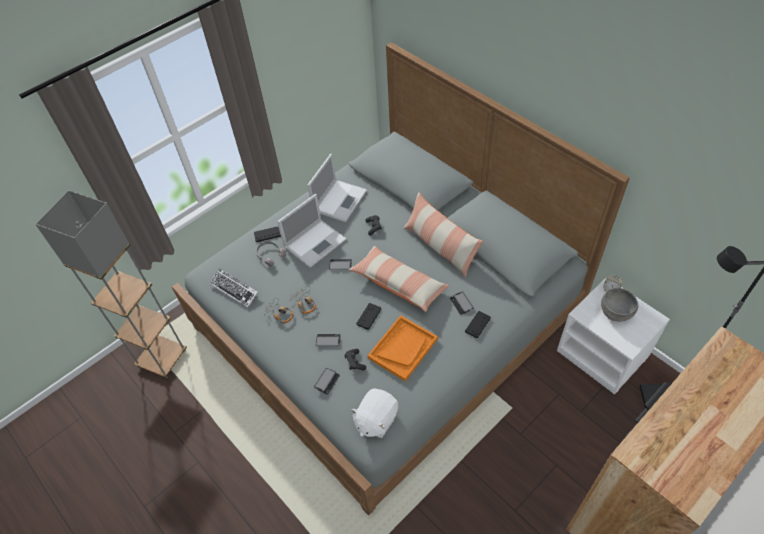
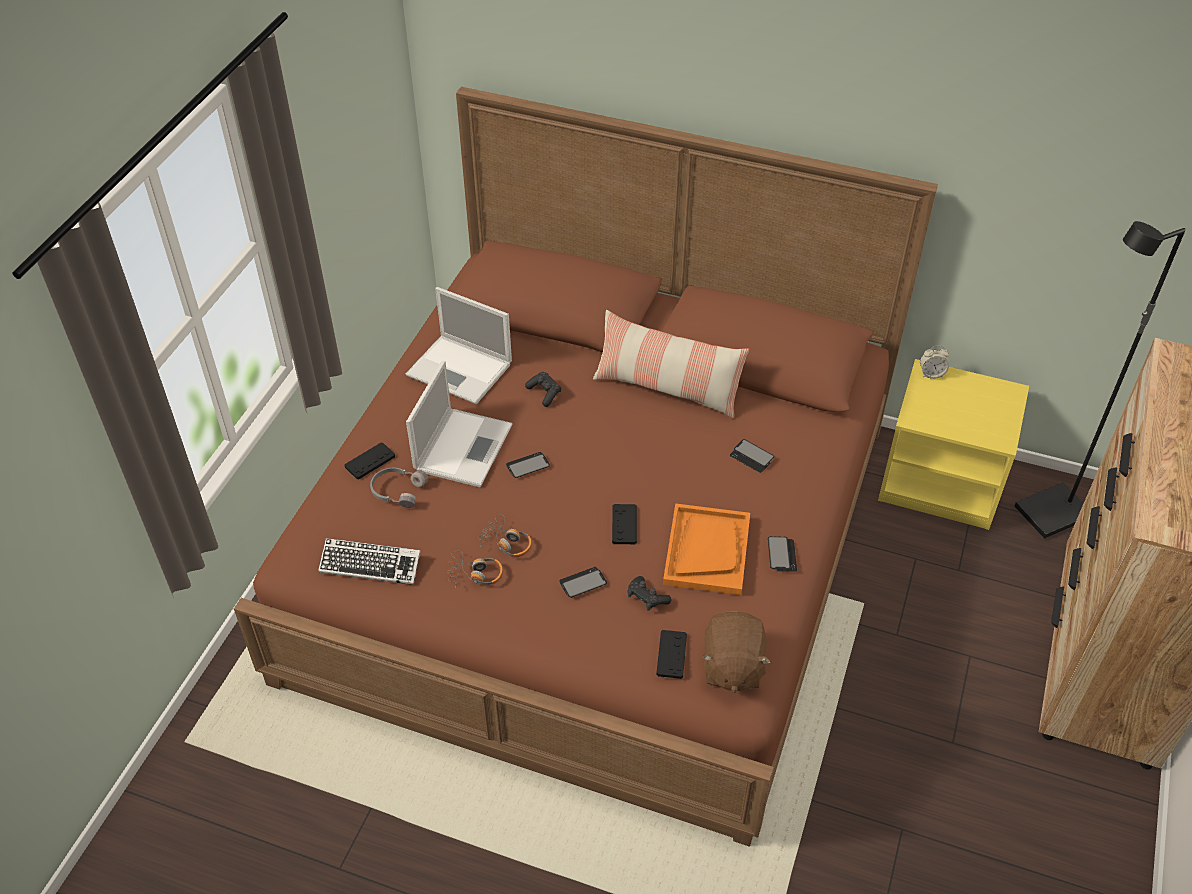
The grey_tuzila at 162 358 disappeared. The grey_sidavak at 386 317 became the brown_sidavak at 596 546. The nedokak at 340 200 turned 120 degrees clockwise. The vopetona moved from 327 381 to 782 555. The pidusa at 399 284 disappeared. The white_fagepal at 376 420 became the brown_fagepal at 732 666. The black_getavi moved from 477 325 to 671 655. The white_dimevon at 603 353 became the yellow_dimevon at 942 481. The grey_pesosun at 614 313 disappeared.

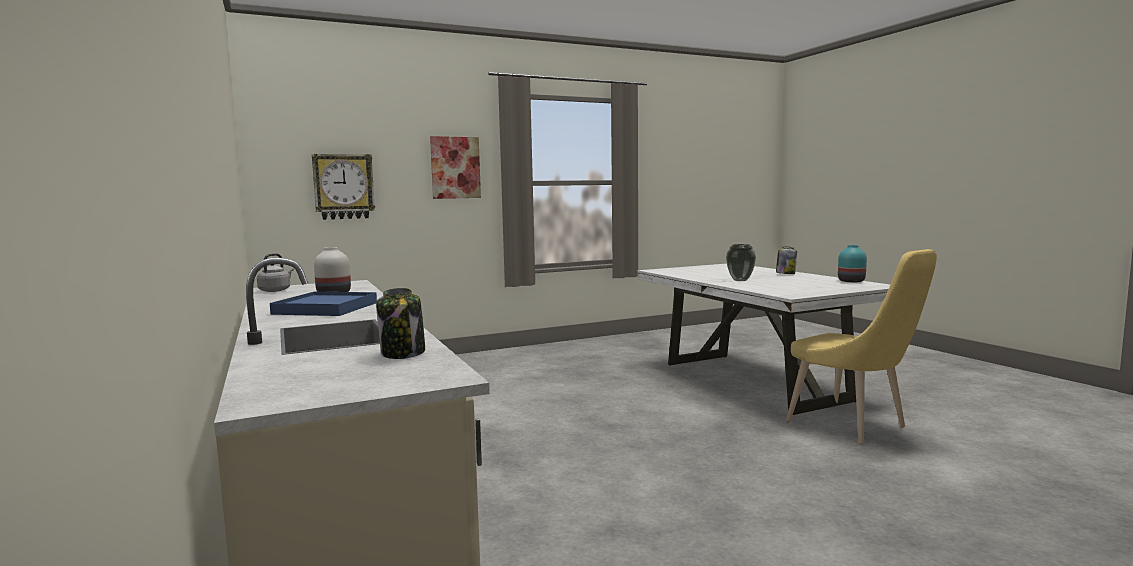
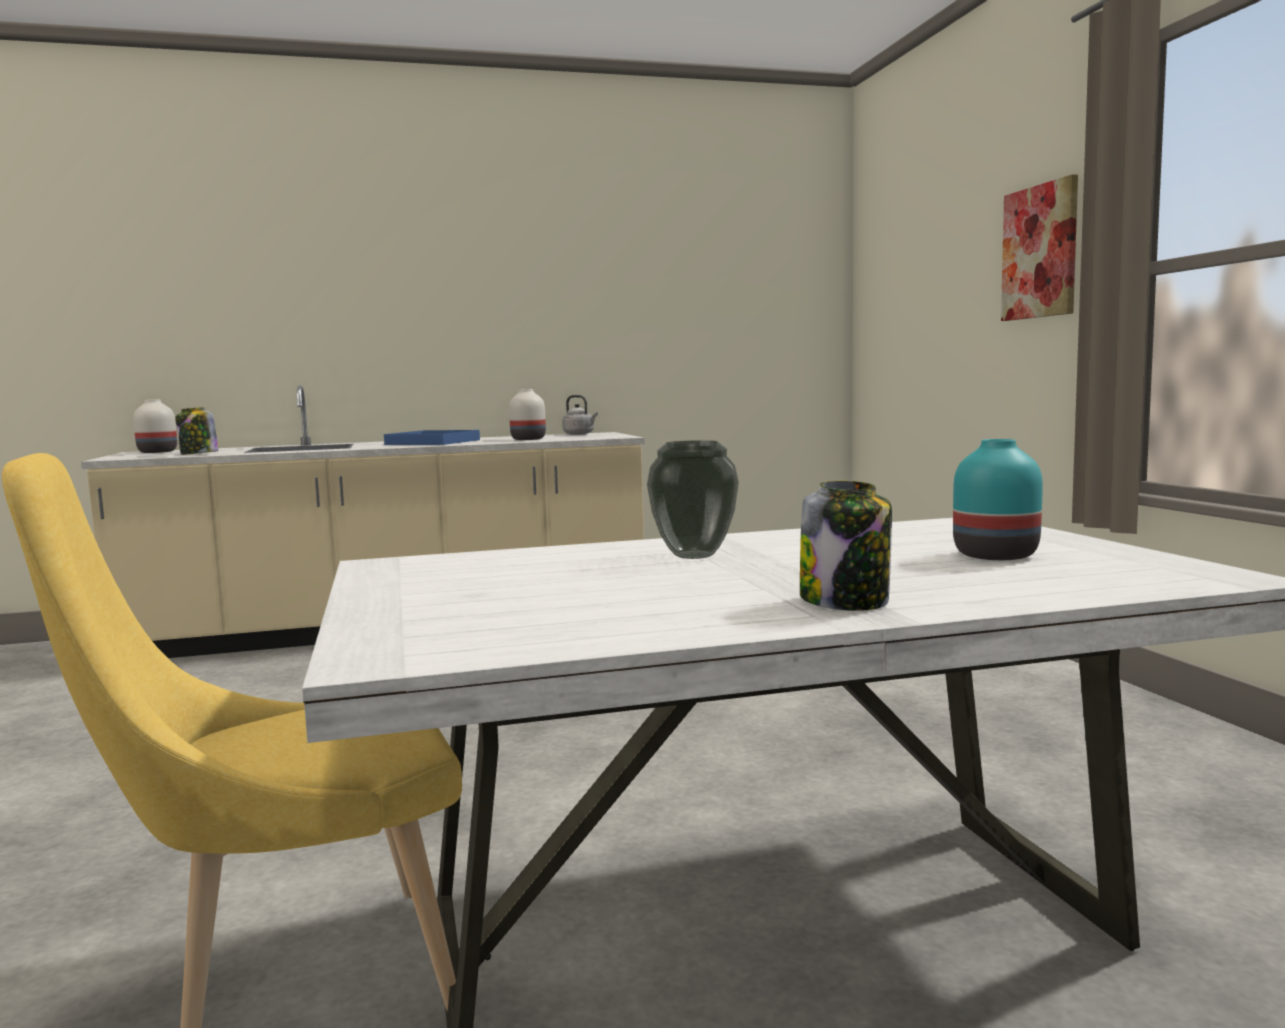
The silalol at 343 186 disappeared. The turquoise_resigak moved from 851 281 to 993 555. The white_resigak at 157 452 appeared.

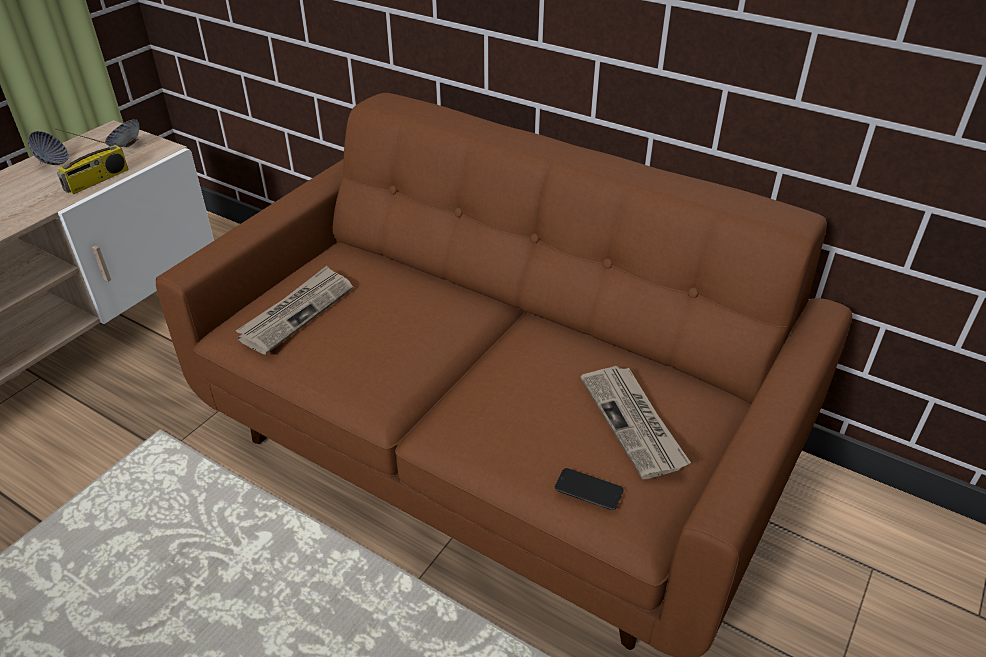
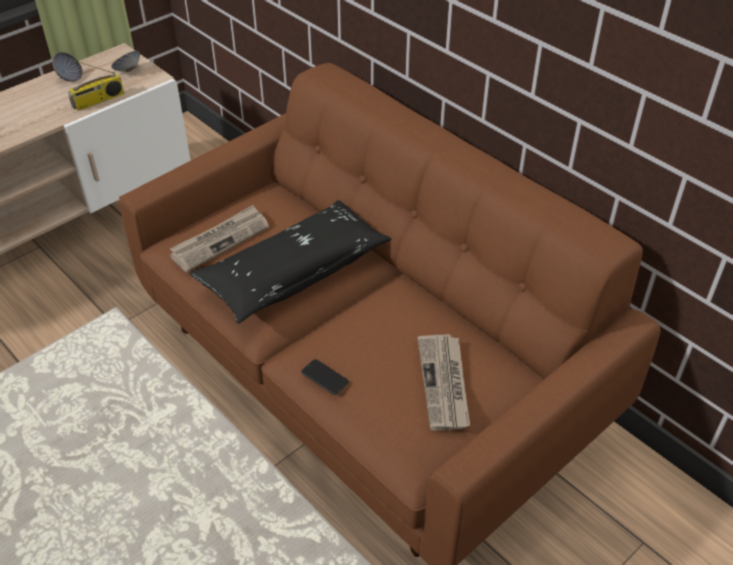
The vopetona moved from 588 489 to 325 377. The black_pidusa at 294 272 appeared.

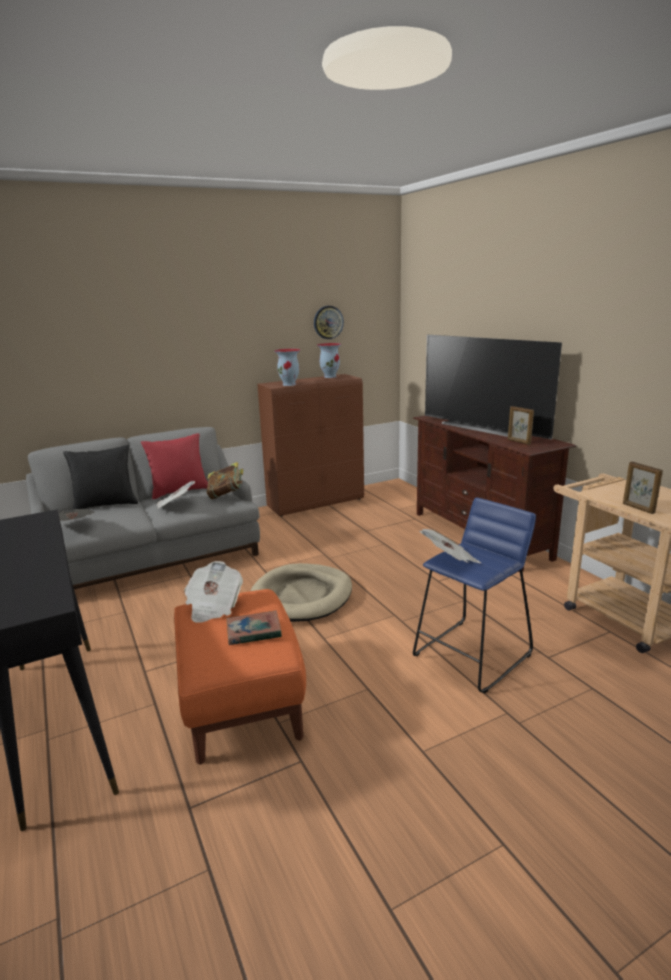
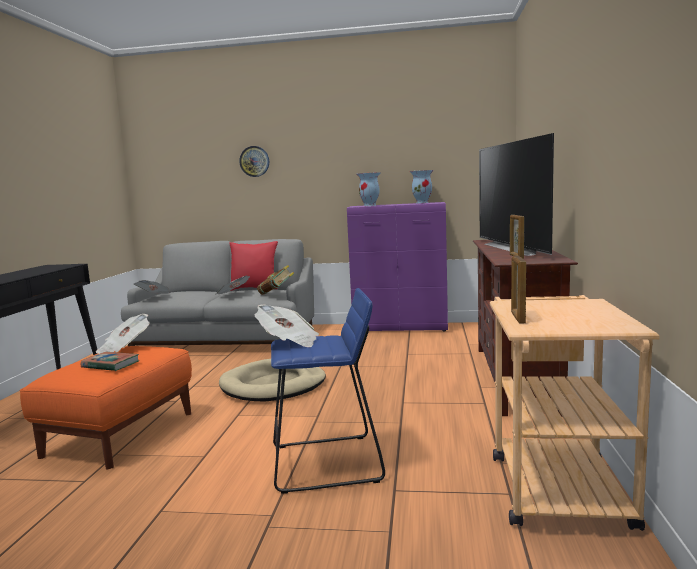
The black_pidusa at 106 505 disappeared. The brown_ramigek at 316 503 became the purple_ramigek at 401 328. The silalol moved from 328 322 to 254 161.

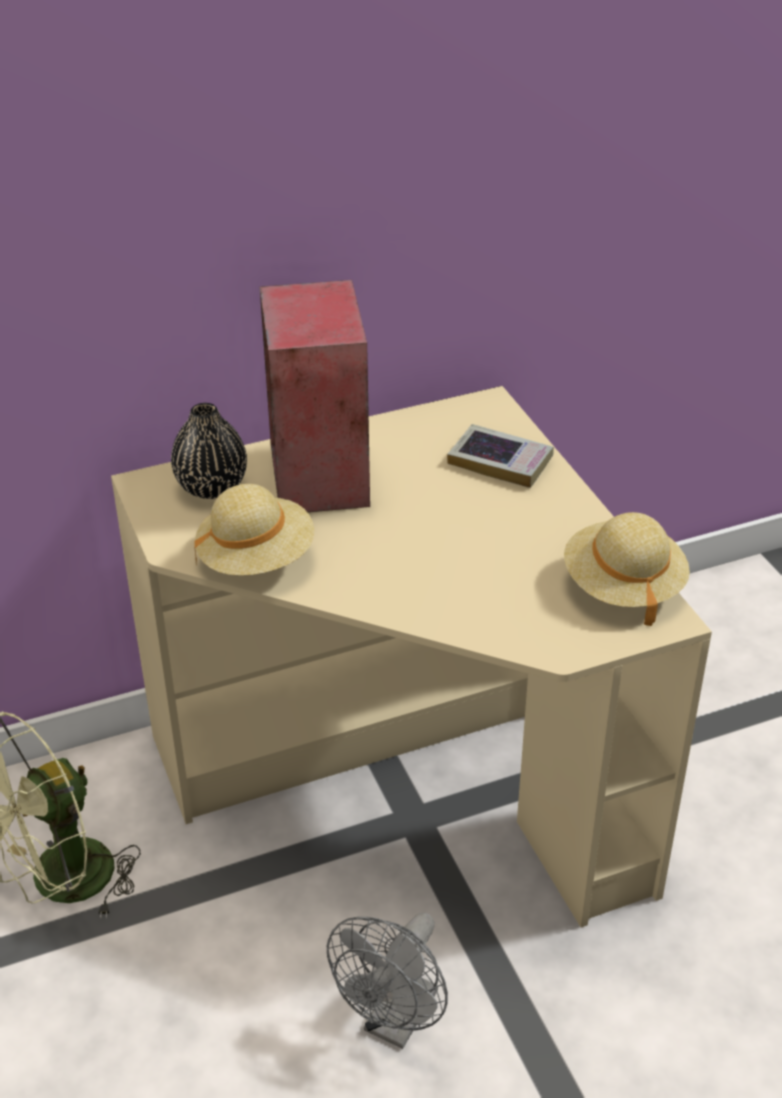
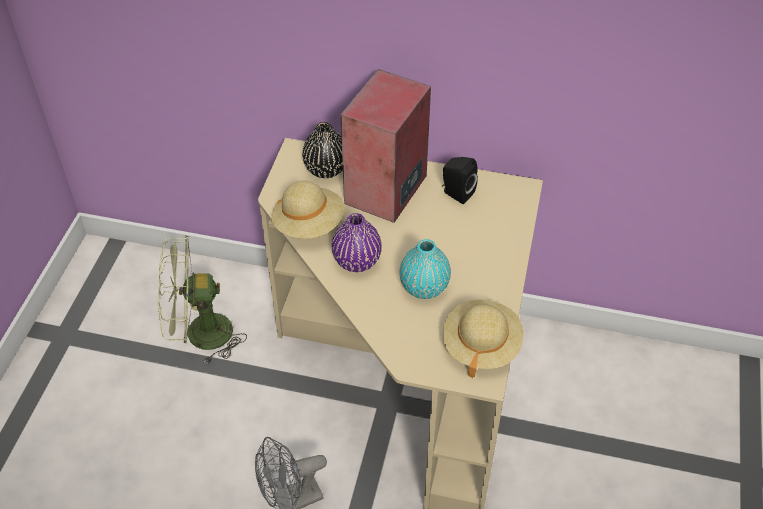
The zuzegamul at 500 462 disappeared. The purple_resigak at 357 261 appeared. The turquoise_resigak at 424 287 appeared. The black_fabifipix at 456 193 appeared.

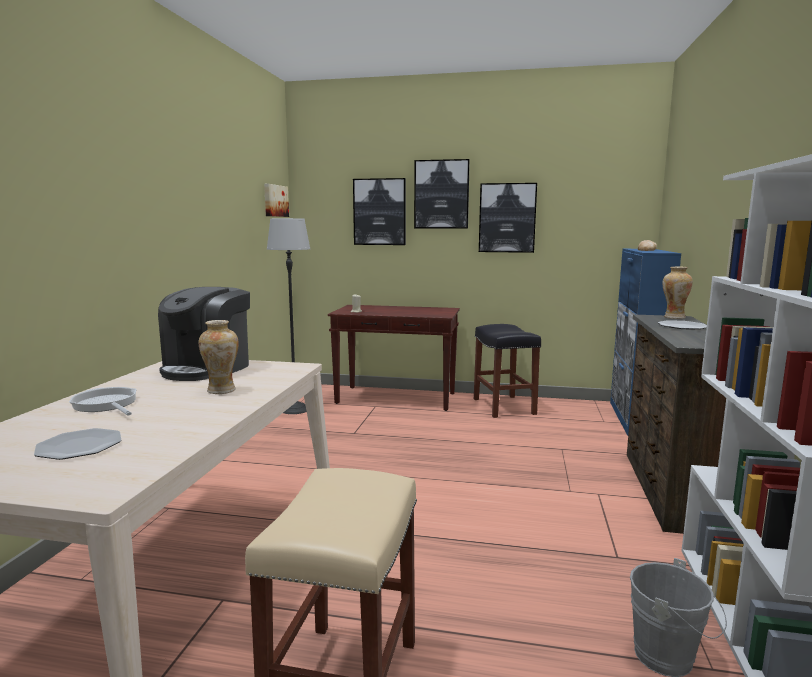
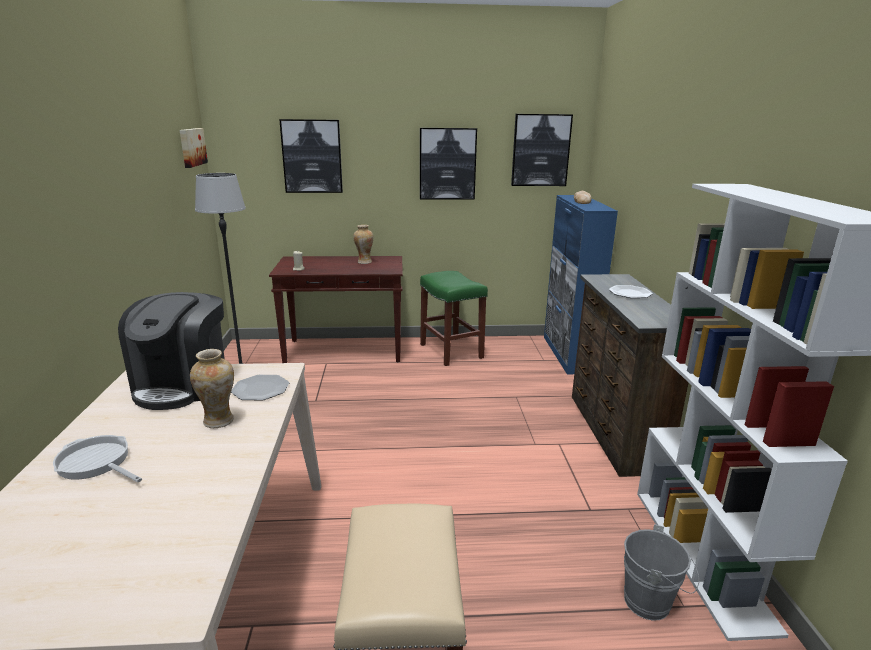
The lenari moved from 79 446 to 260 389. The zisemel moved from 441 194 to 540 150. The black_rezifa at 503 406 became the green_rezifa at 450 351. The resigak moved from 673 317 to 364 262.

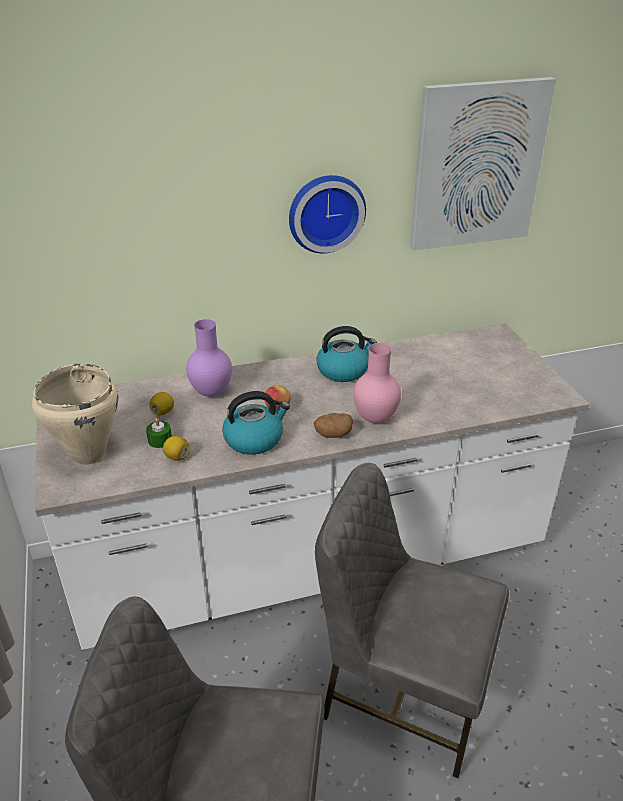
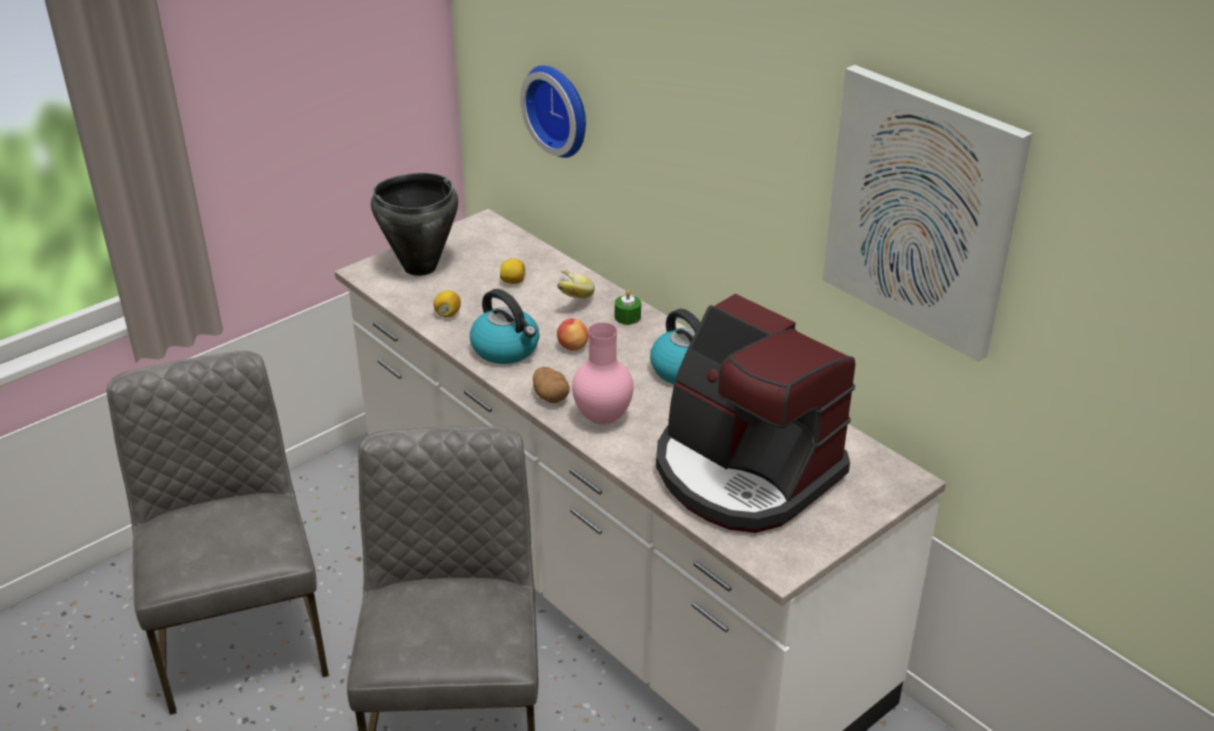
The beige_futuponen at 87 455 became the black_futuponen at 419 267. The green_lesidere moved from 160 440 to 627 317. The purple_resigak at 210 392 was replaced by the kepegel at 569 297. The silalol moved from 325 212 to 560 109. The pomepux at 744 472 appeared.

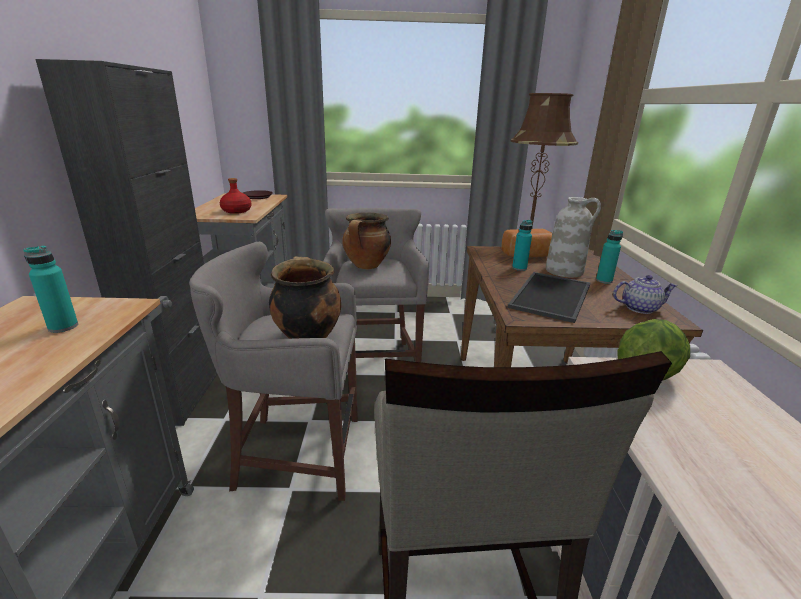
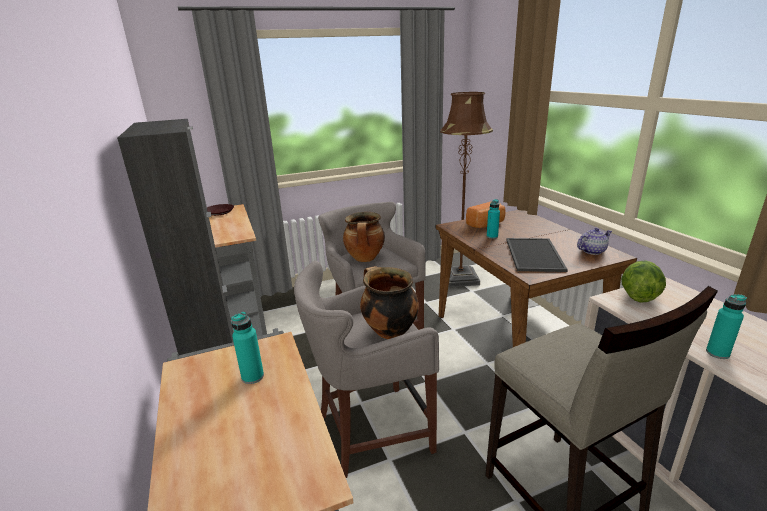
The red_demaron at 236 211 disappeared. The white_resigak at 565 271 disappeared. The turquoise_demaron moved from 604 280 to 717 353.

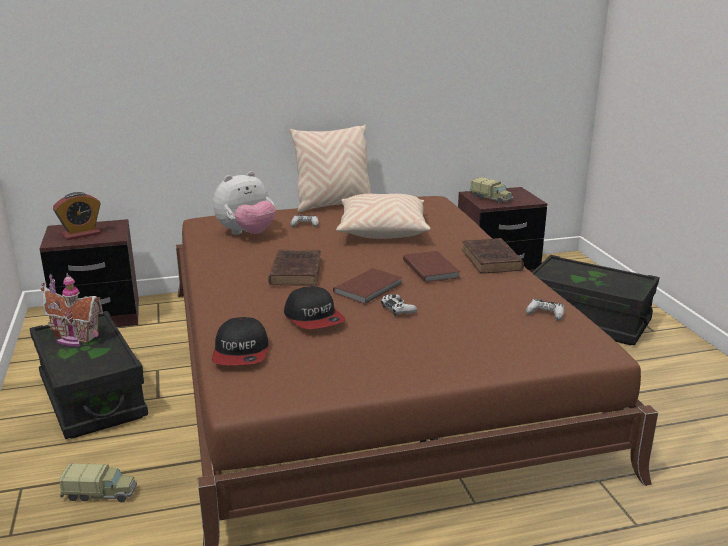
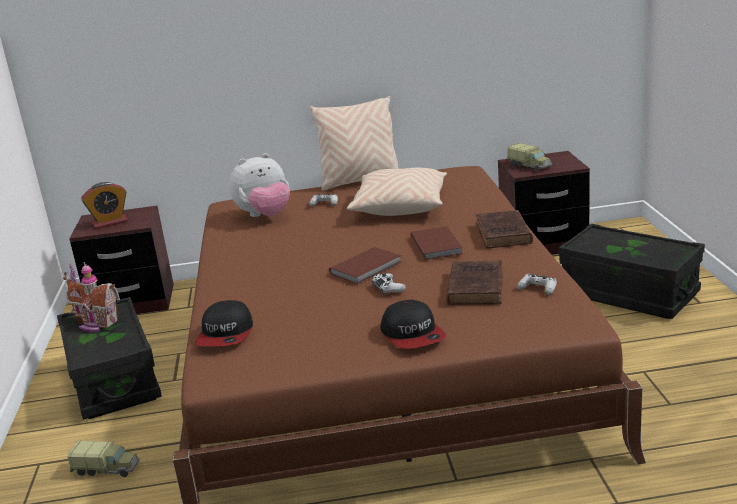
The brown_zuzegamul moved from 296 271 to 475 286. The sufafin moved from 314 318 to 413 335.

